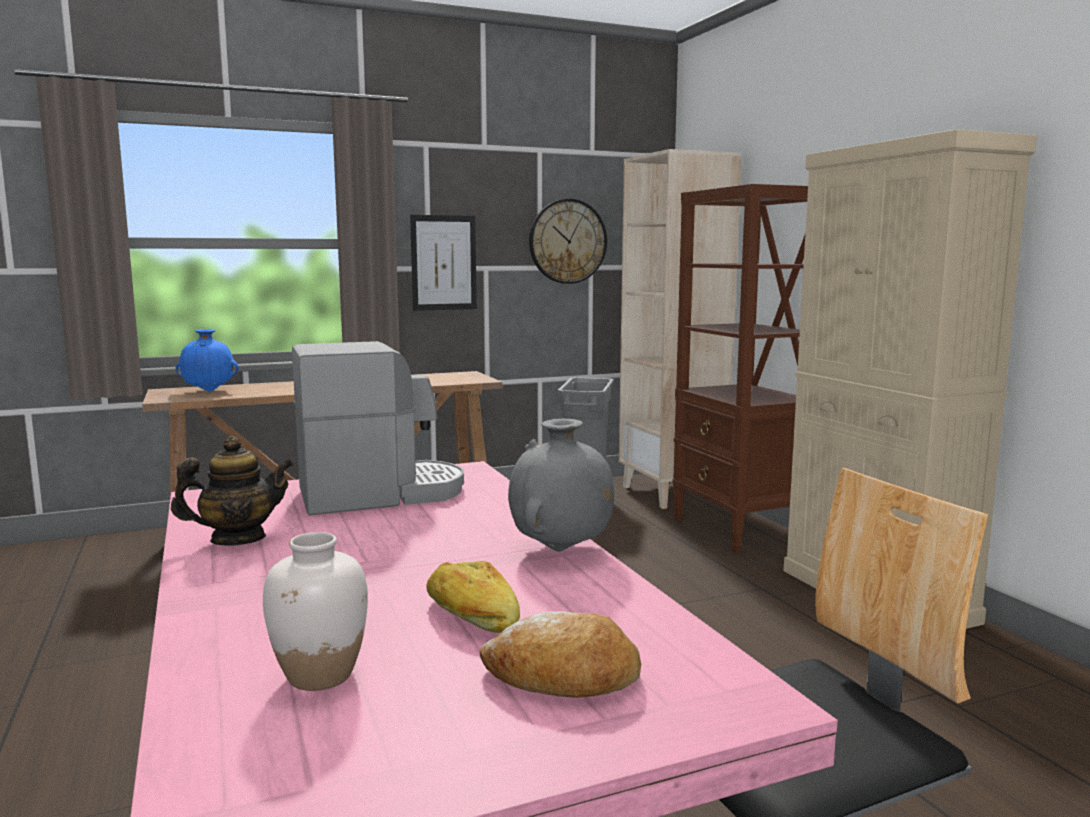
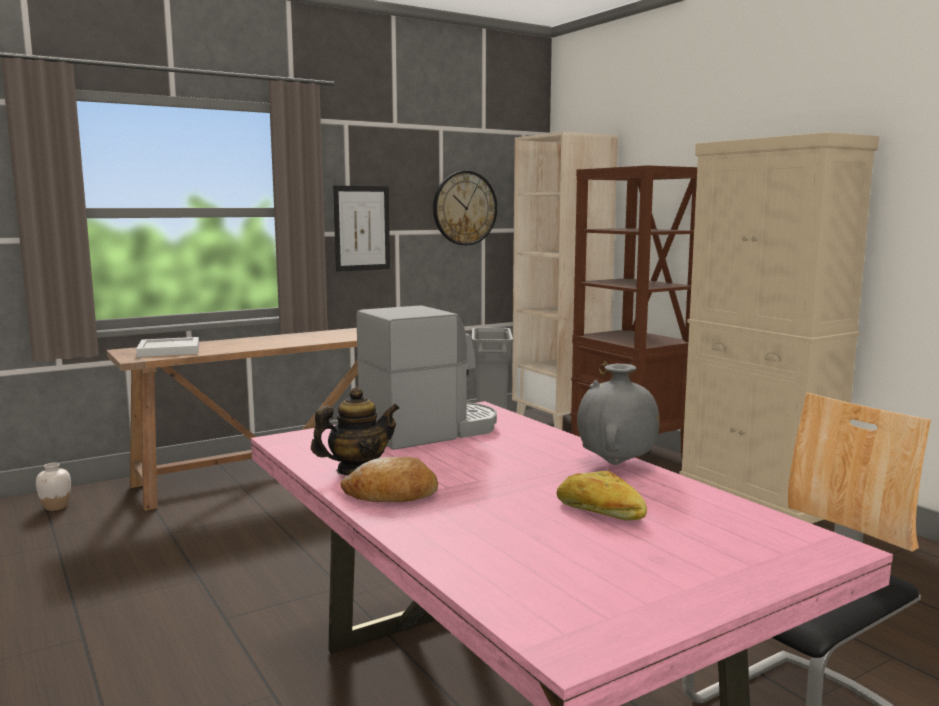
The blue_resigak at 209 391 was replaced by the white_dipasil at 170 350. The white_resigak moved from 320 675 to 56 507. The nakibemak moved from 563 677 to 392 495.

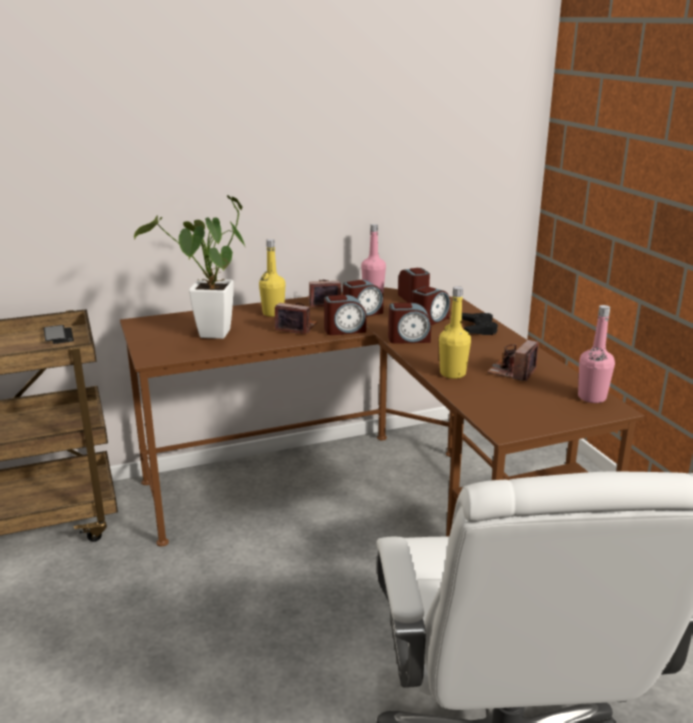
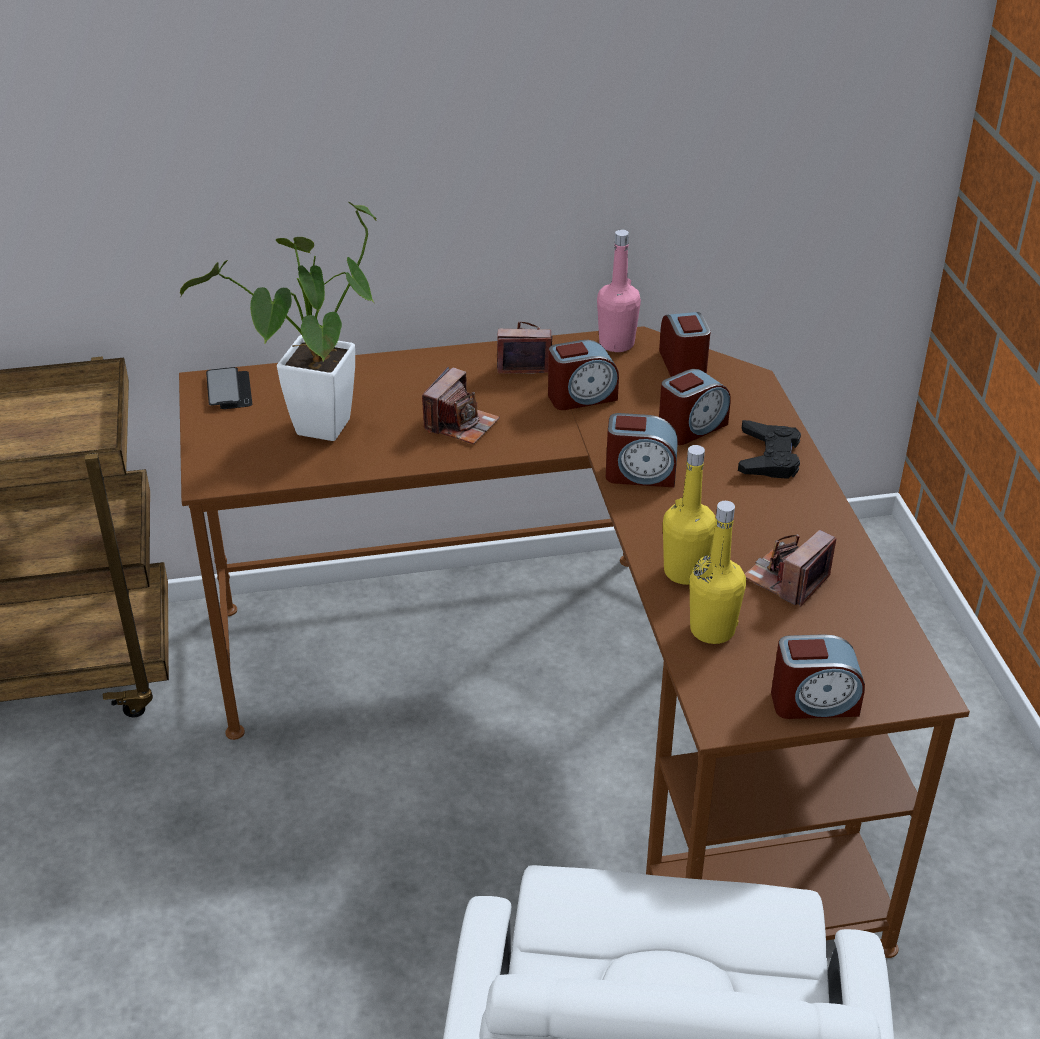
The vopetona moved from 58 336 to 229 390. The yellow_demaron moved from 273 313 to 712 630. The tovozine at 296 327 turned 90 degrees clockwise. The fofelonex moved from 344 330 to 814 702. The pink_demaron at 592 397 disappeared.

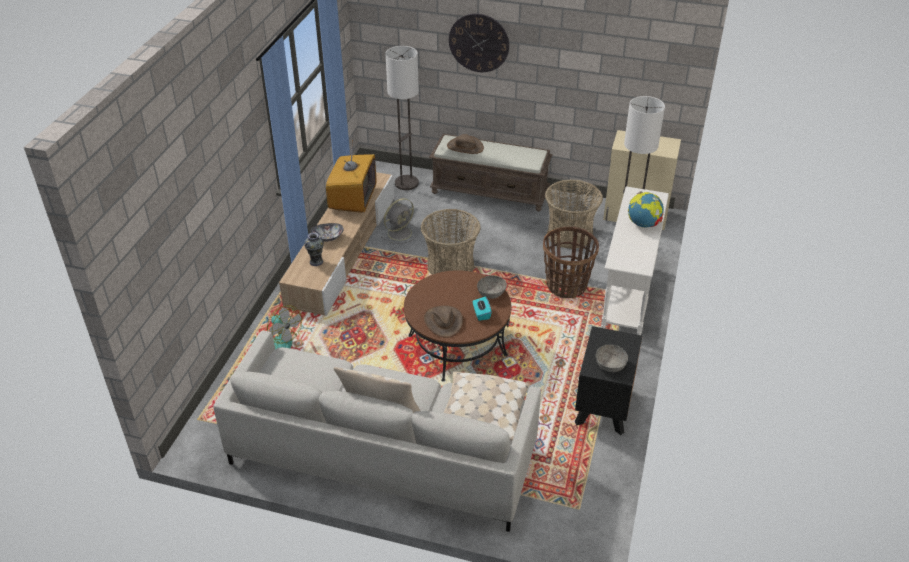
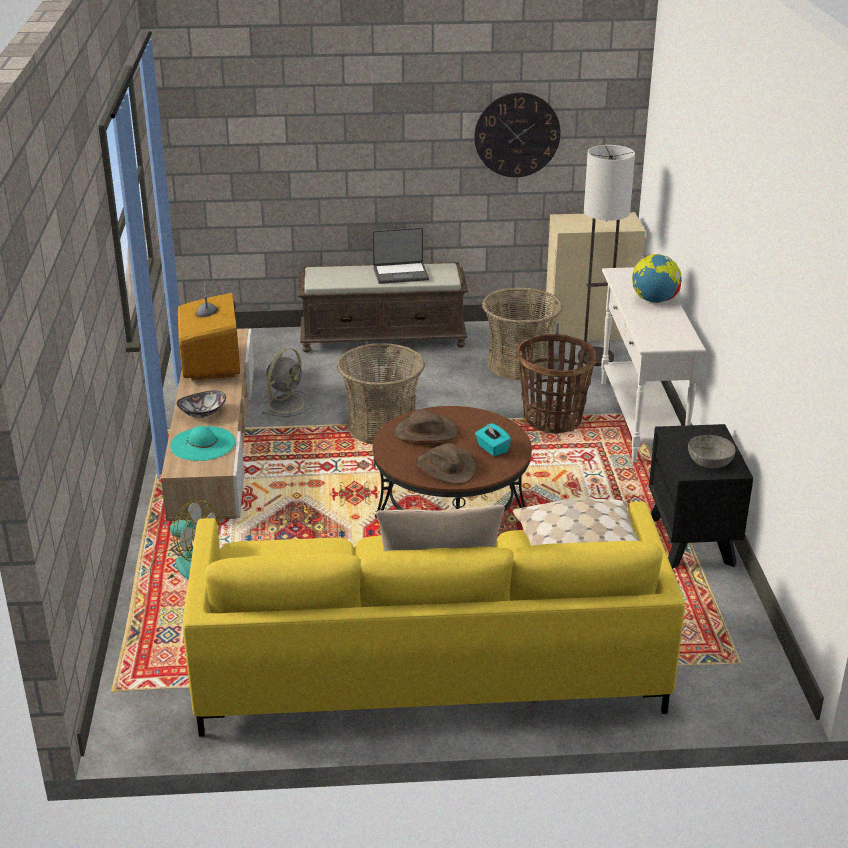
The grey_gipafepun at 383 454 became the yellow_gipafepun at 429 666. The resigak at 316 262 was replaced by the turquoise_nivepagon at 203 444. The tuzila at 406 183 disappeared. The brown_nivepagon moved from 465 147 to 425 432. The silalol moved from 479 43 to 517 135. The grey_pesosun at 491 293 disappeared. The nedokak at 400 273 appeared.

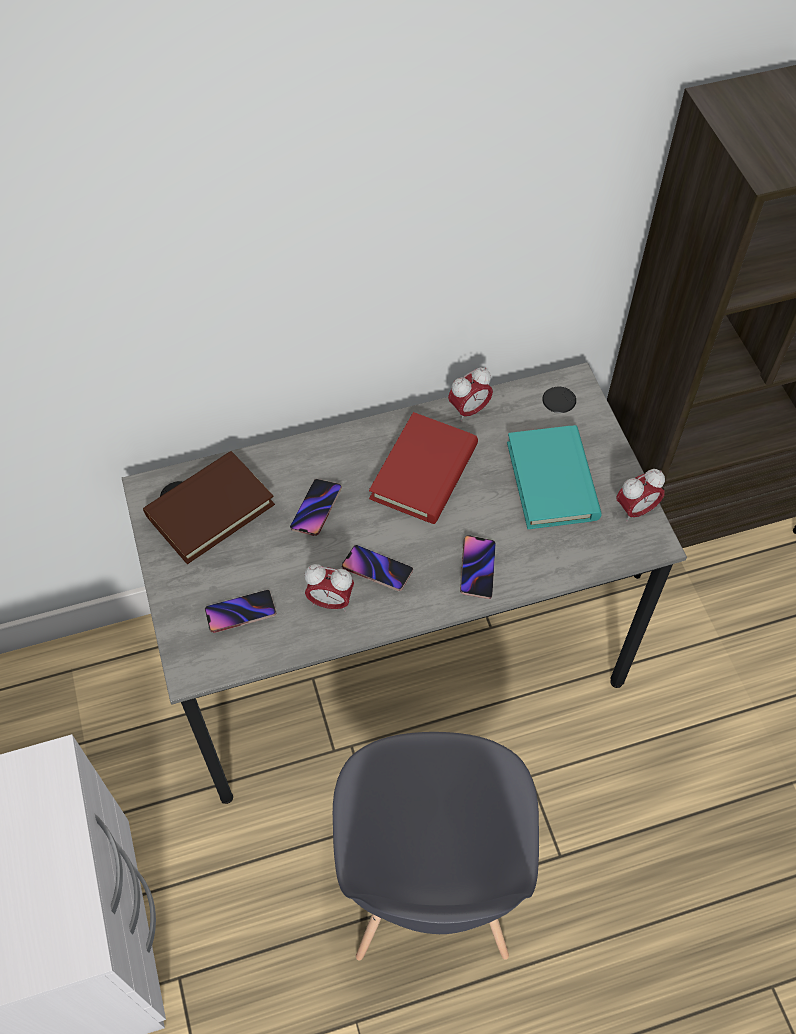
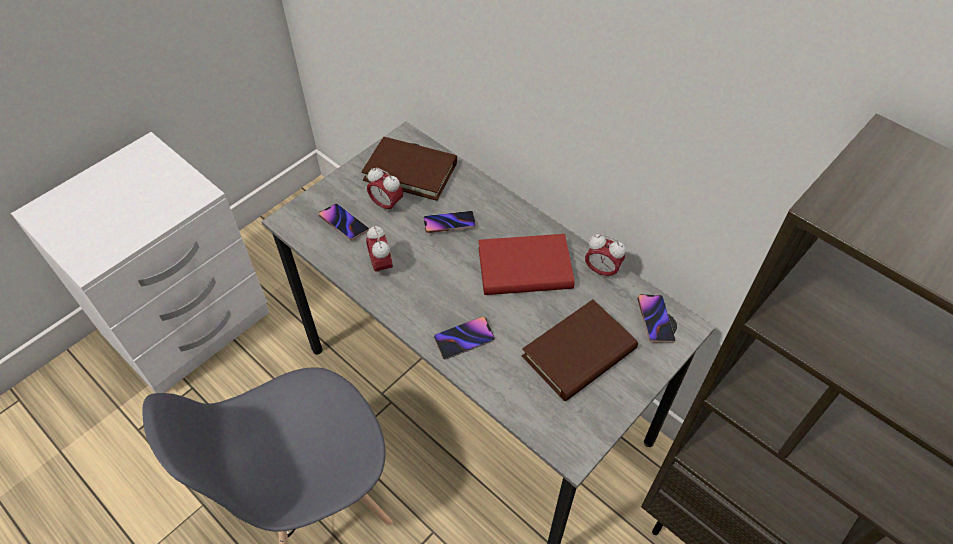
The vopetona moved from 377 570 to 655 320. The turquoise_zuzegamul at 552 480 became the brown_zuzegamul at 579 353. The fofelonex moved from 635 510 to 386 205.

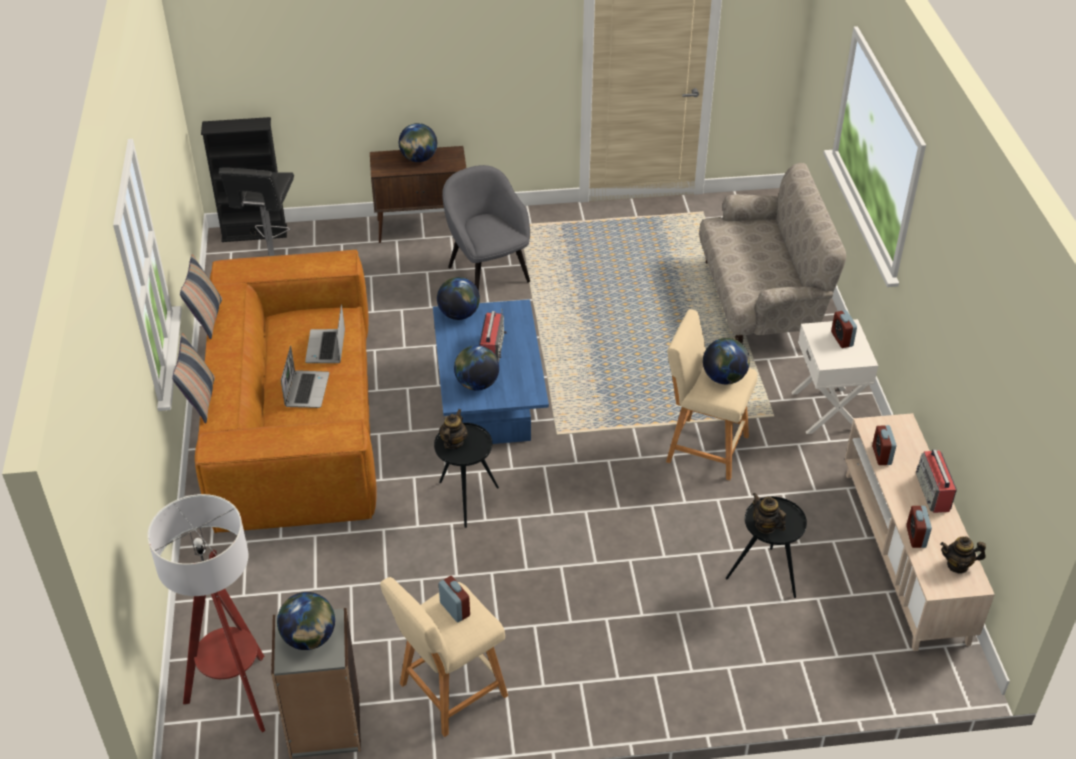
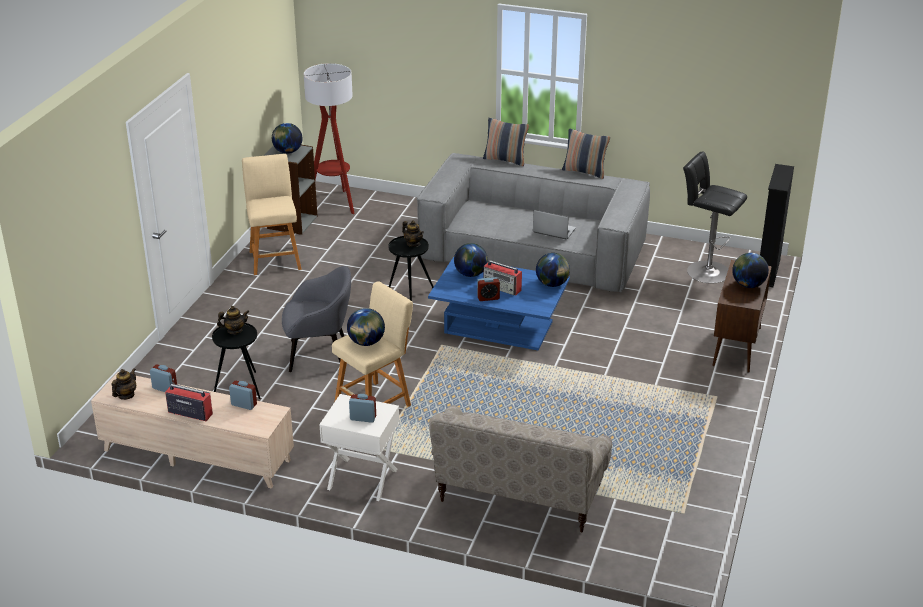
The brown_gipafepun at 295 422 became the grey_gipafepun at 533 252. The nedokak at 306 390 disappeared. The fofelonex moved from 455 609 to 488 298. The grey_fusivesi moved from 487 273 to 319 355.

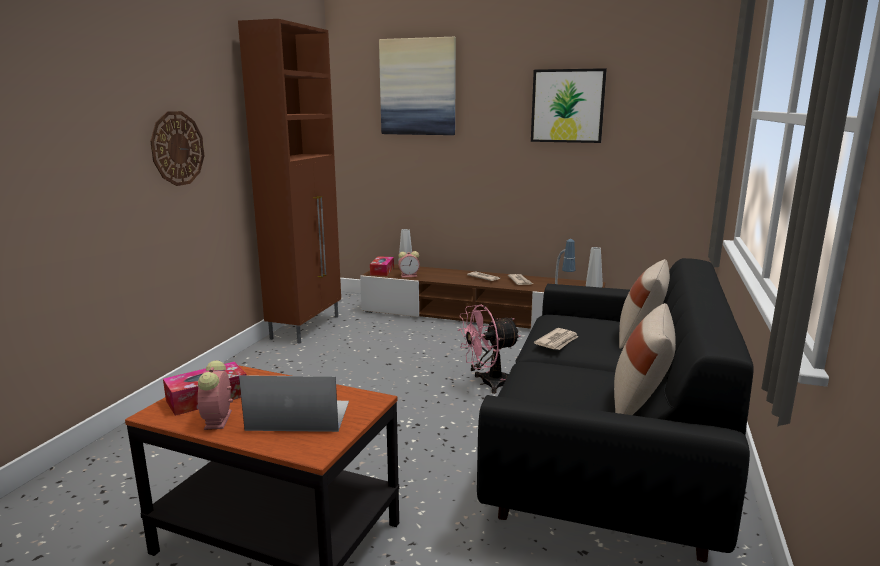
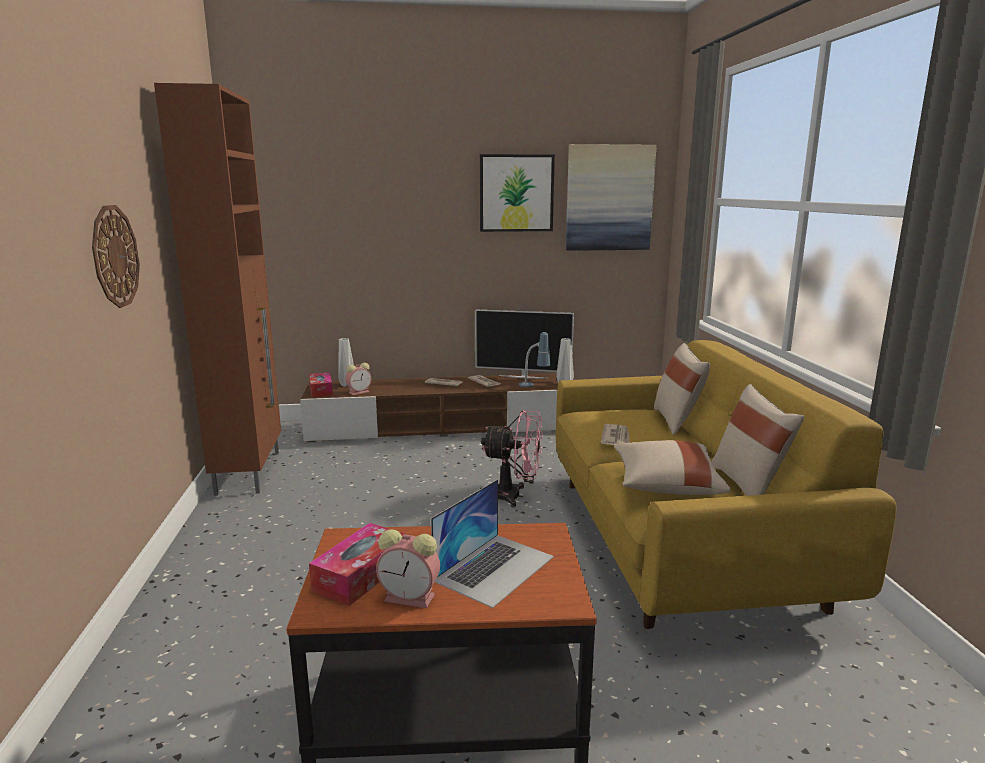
The fofelonex at 218 420 turned 45 degrees counterclockwise. The nedokak at 298 415 turned 150 degrees clockwise. The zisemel moved from 418 87 to 609 198. The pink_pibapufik at 488 383 turned 120 degrees counterclockwise. The black_gipafepun at 605 452 became the yellow_gipafepun at 677 539. The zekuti at 523 377 appeared. The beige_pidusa at 666 485 appeared.

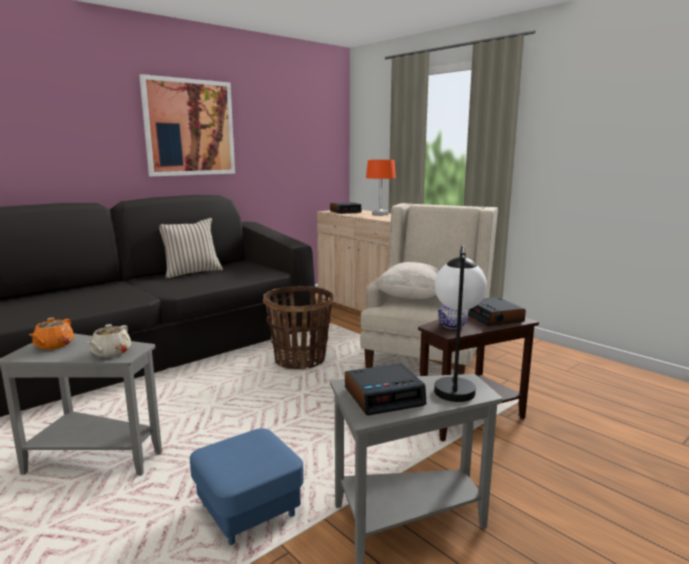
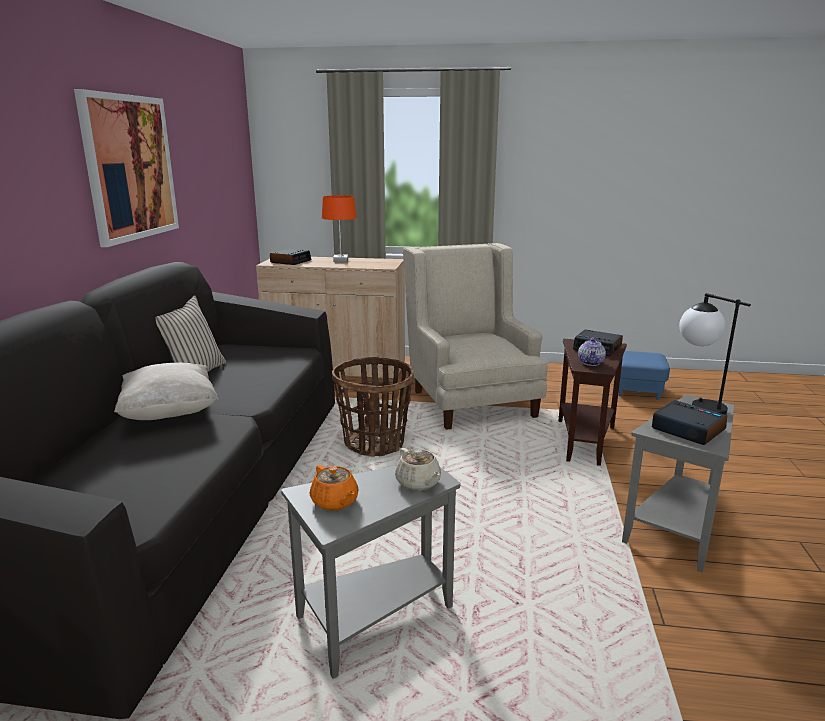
The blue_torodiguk moved from 248 510 to 637 390. The fofelonex at 384 396 turned 75 degrees counterclockwise. The beige_pidusa moved from 411 297 to 169 413.

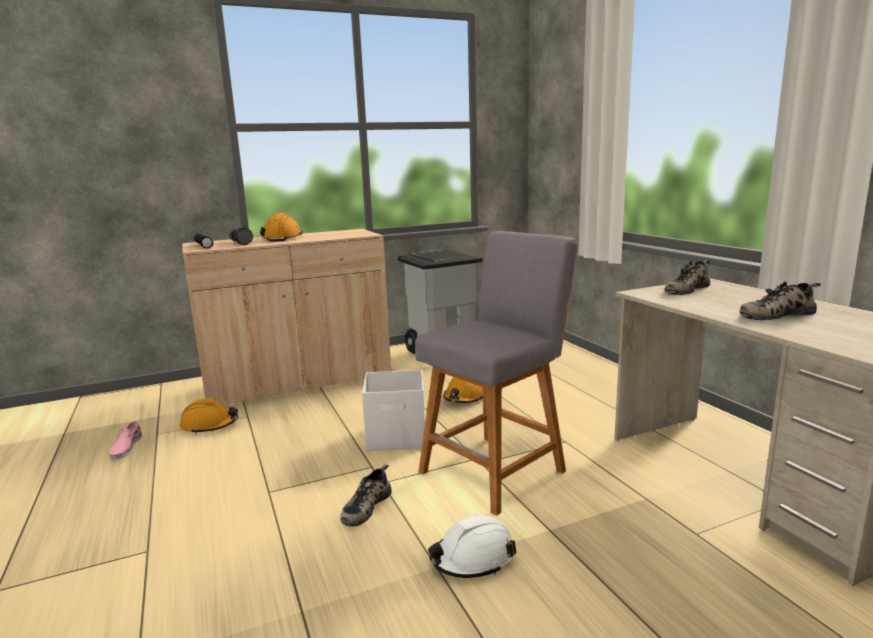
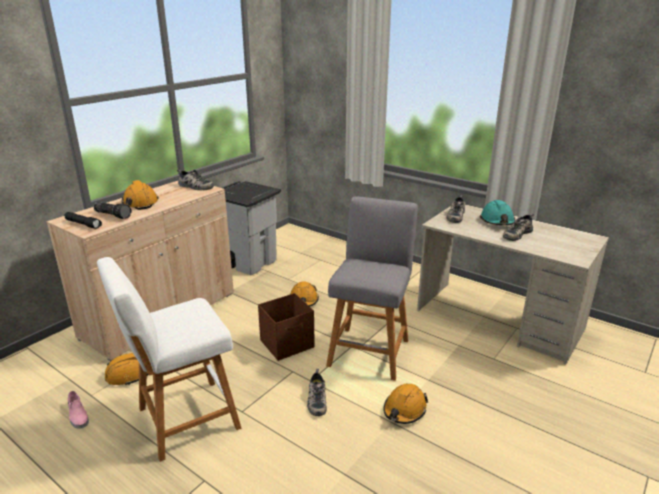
The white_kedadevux at 397 437 became the brown_kedadevux at 288 344. The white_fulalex at 472 558 became the orange_fulalex at 404 410. The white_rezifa at 183 420 appeared. The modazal at 195 186 appeared. The turquoise_fulalex at 497 221 appeared.

